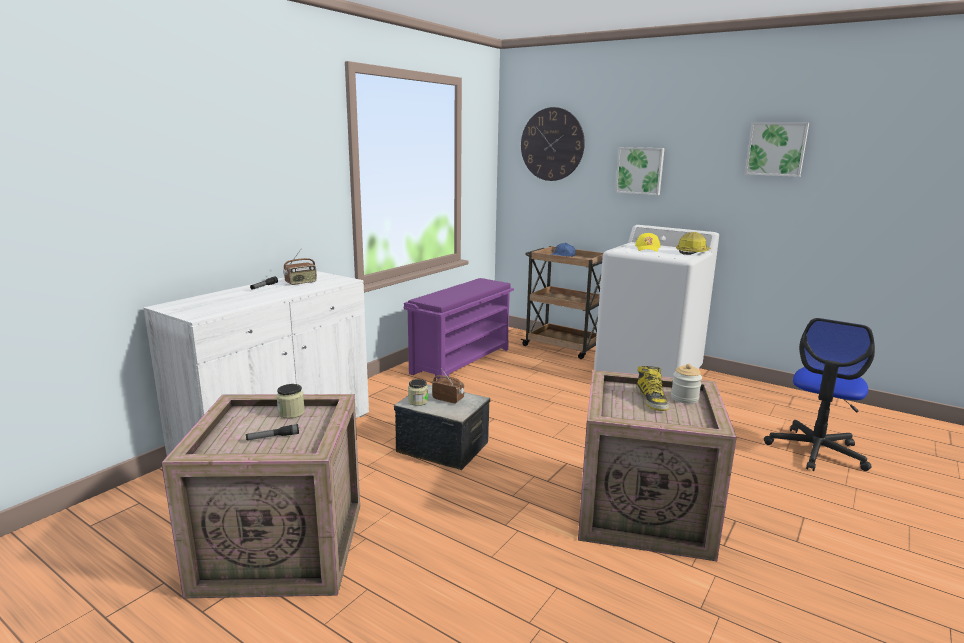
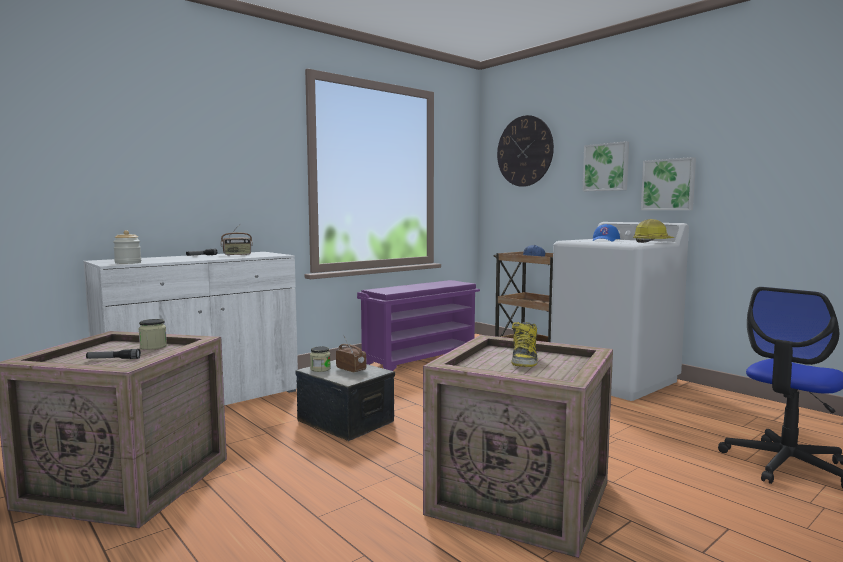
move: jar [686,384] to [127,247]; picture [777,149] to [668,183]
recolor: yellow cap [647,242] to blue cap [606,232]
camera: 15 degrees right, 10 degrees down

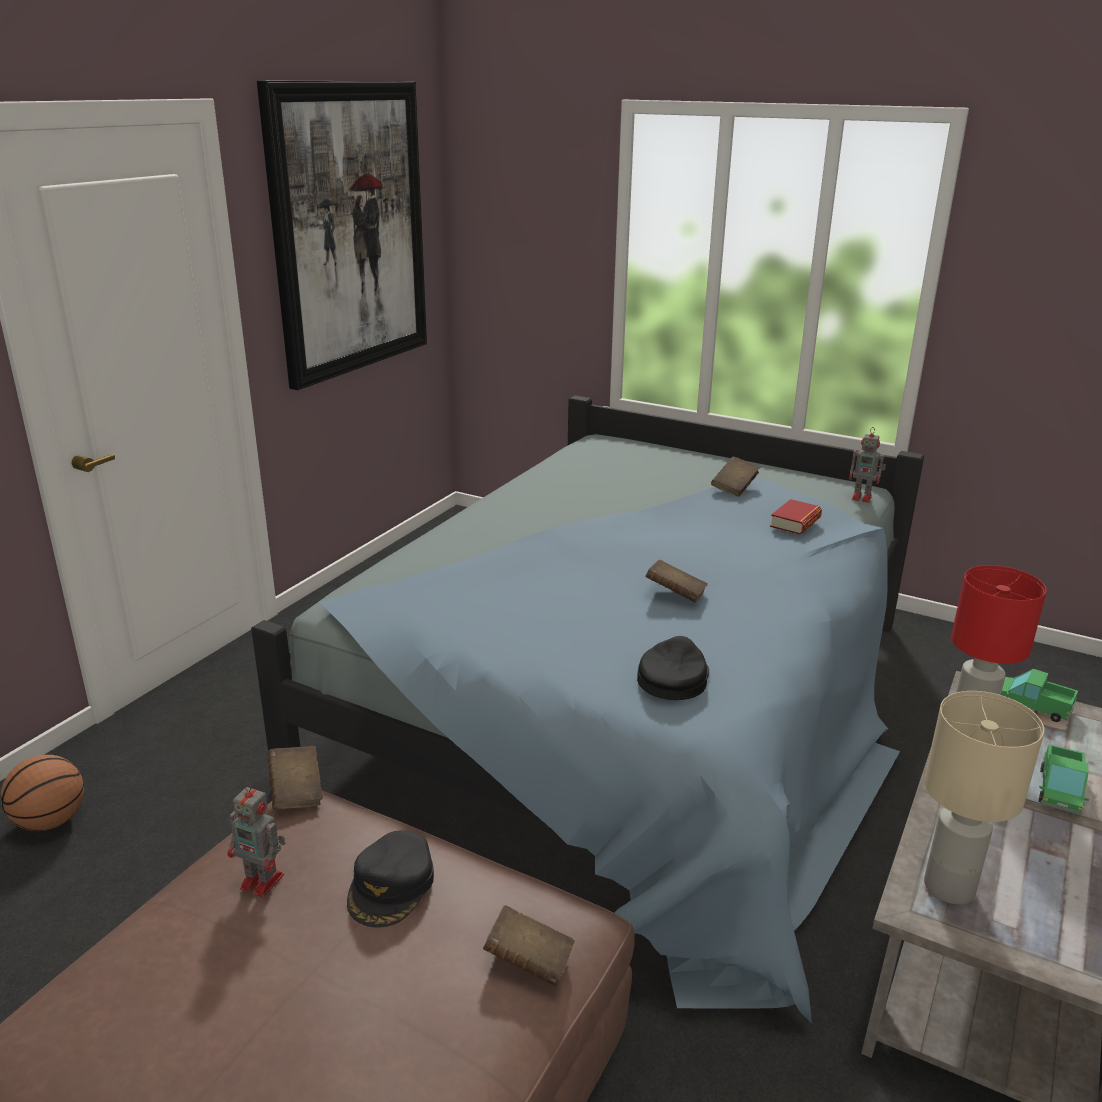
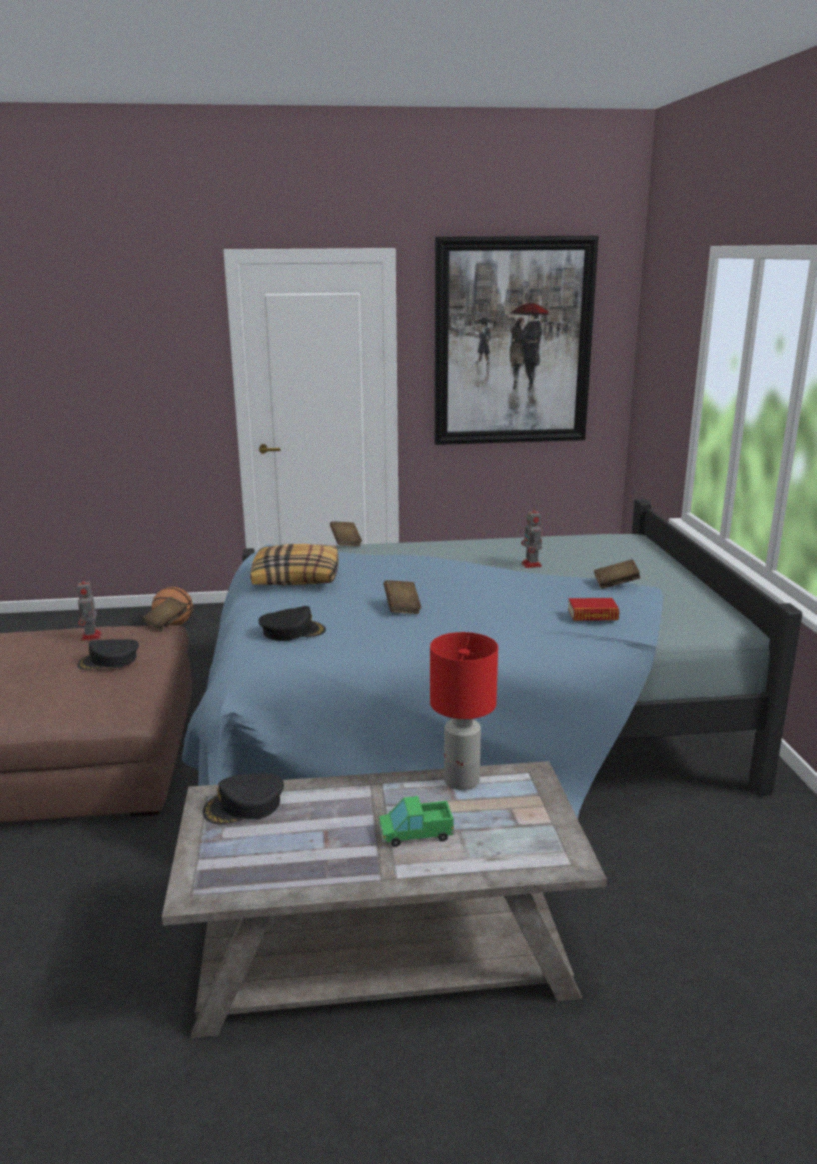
delete: toy truck [1039,695]
insert: pillow [294,564]
move: brown book [529,946] to [346,533]; toy robot [867,465] to [531,536]
replace: beige table lamp [984,797] to black cap [243,798]
camera: 55 degrees right, 5 degrees down

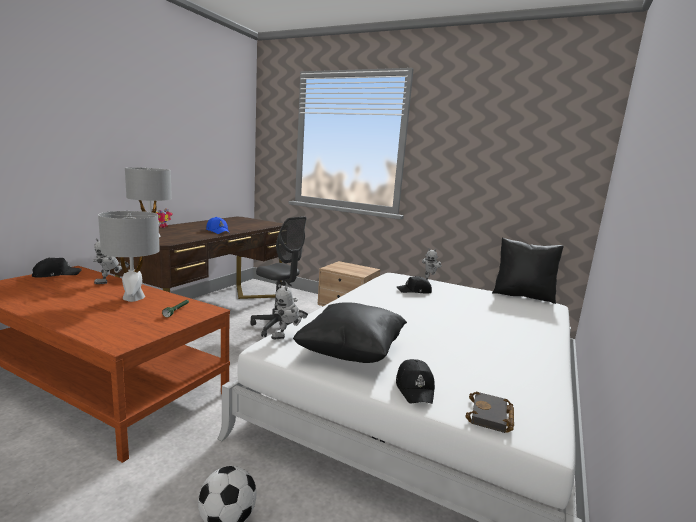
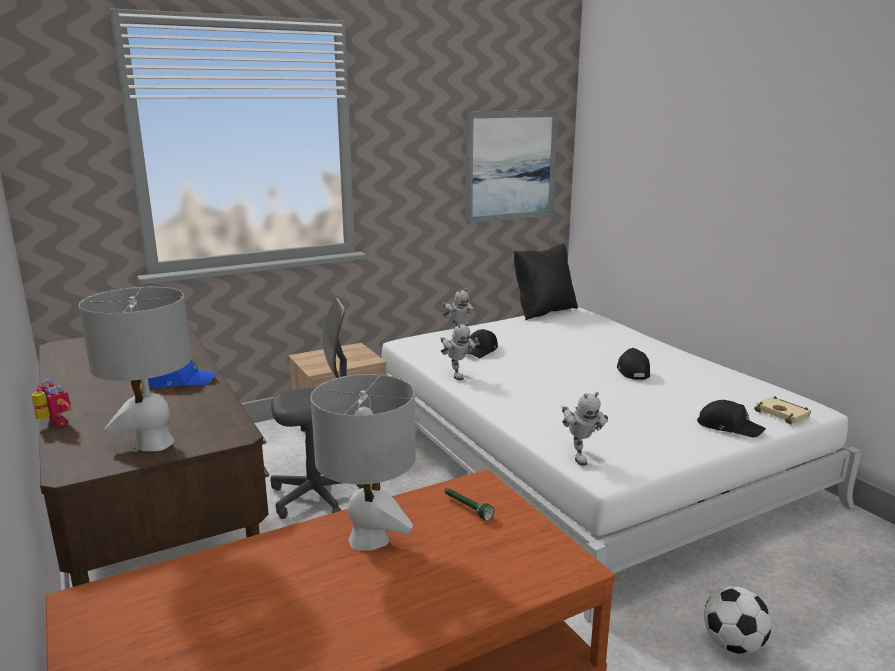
delete: black pillow [350,332]
insert: picture [511,167]
move: toy robot [111,261] to [458,351]; black cap [57,268] to [633,364]
recolor: black book [490,412] to beige book [782,410]
camera: 55 degrees left, 5 degrees up

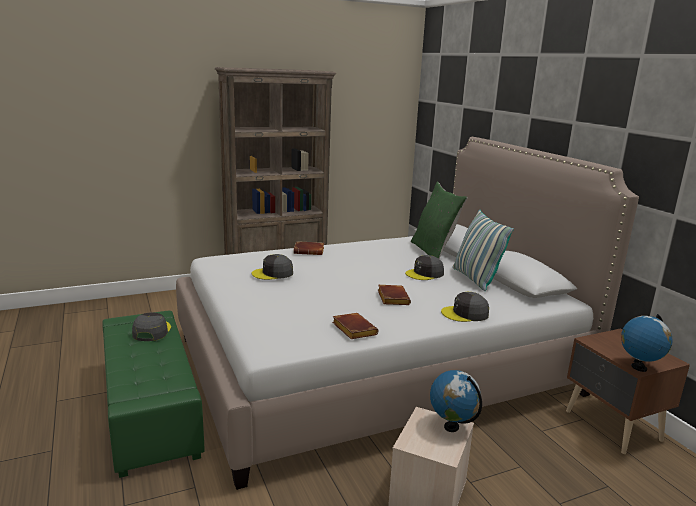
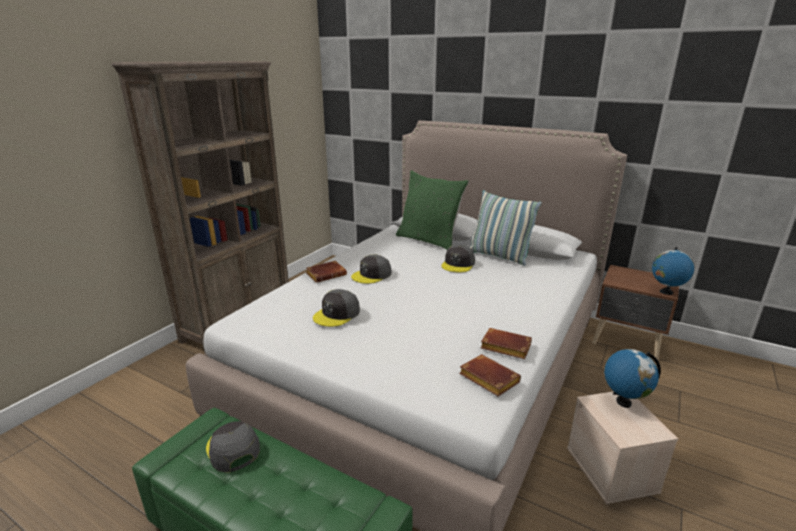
move: grey cap [465,307] to [371,269]; brown book [394,295] to [490,375]
camera: 35 degrees left, 5 degrees up

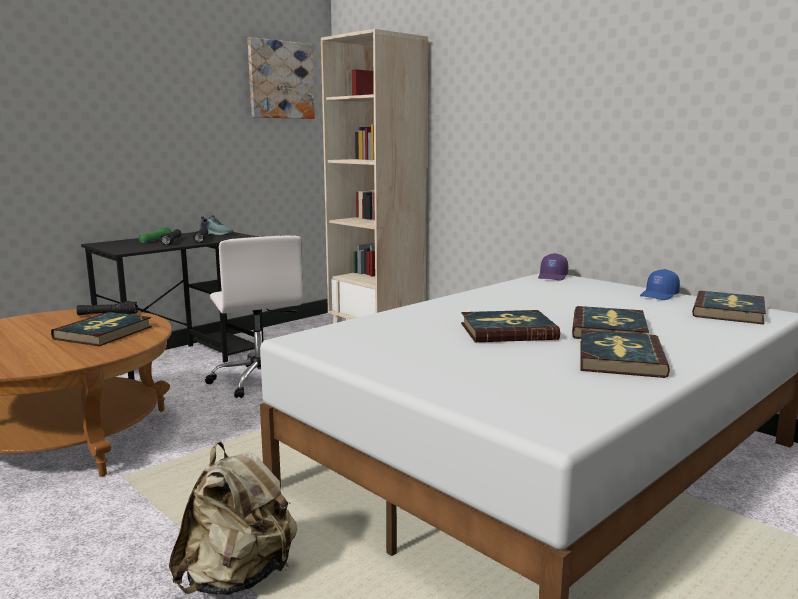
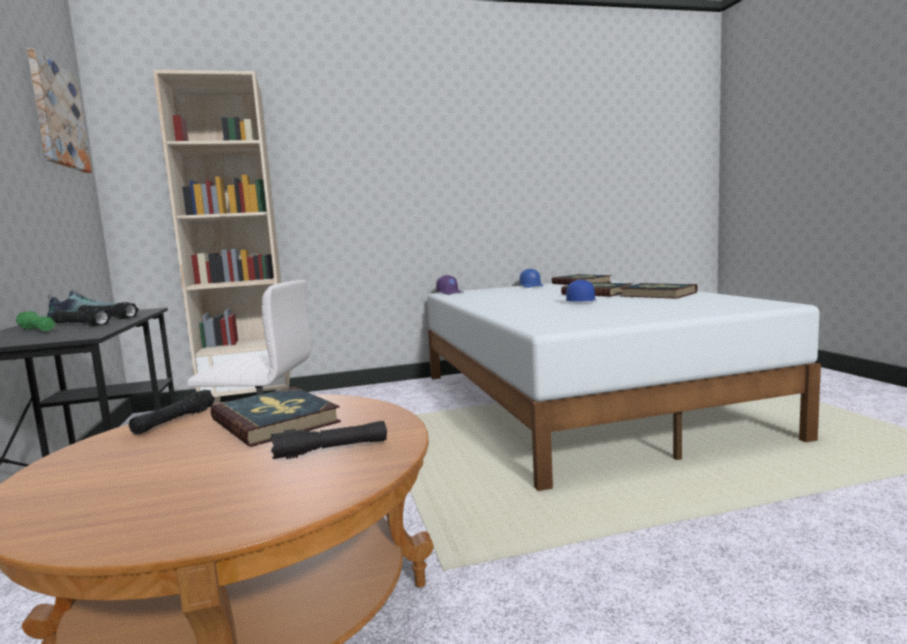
delete: beige backpack [233,518]
insert: black flashlight [328,440]
replace: book [510,326] to blue cap [581,290]
camera: 60 degrees left, 5 degrees down

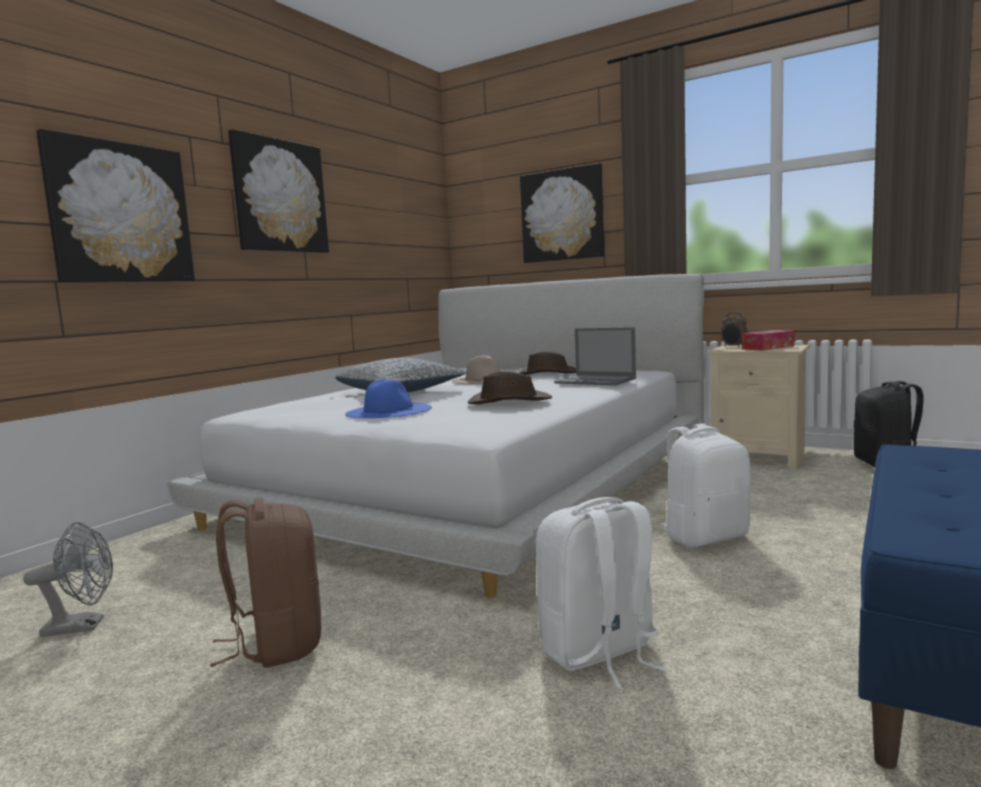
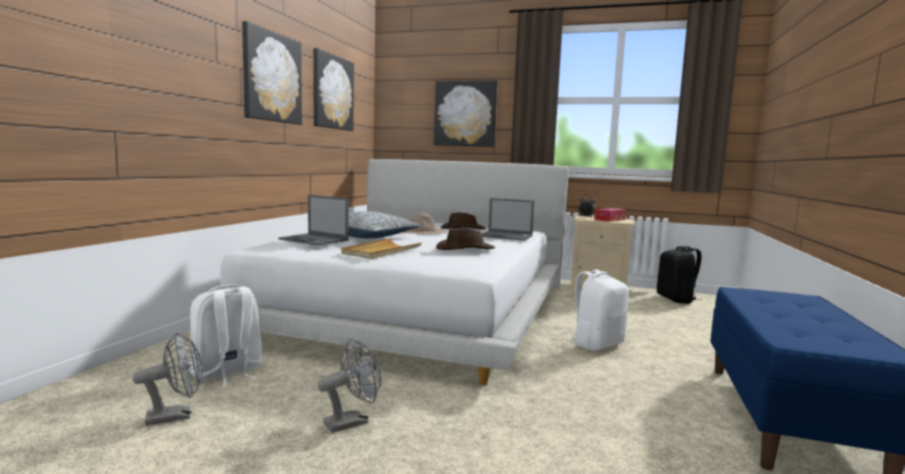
insert: laptop [313,220]
move: white backpack [601,593] to [226,336]; picture [115,205] to [333,89]
replace: brown backpack [266,583] to grey fan [349,385]; blue hat [388,398] to beige tray [381,248]
camera: 15 degrees left, 0 degrees up

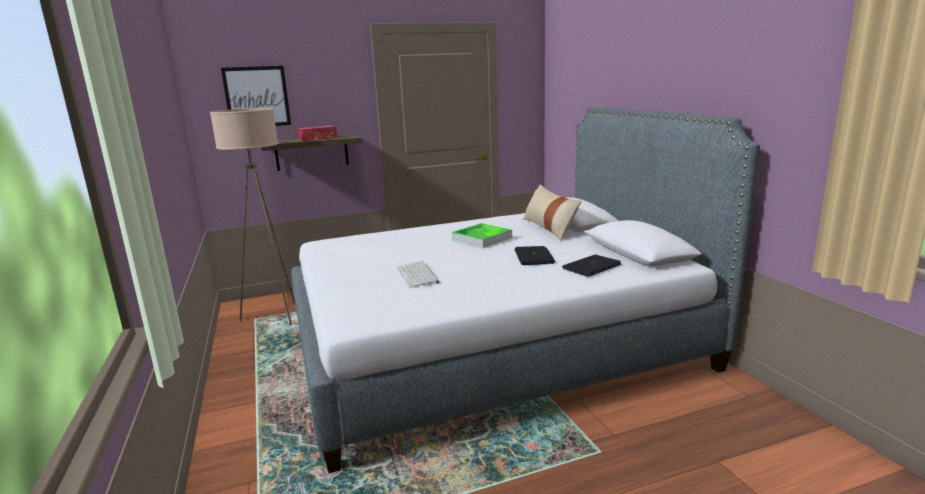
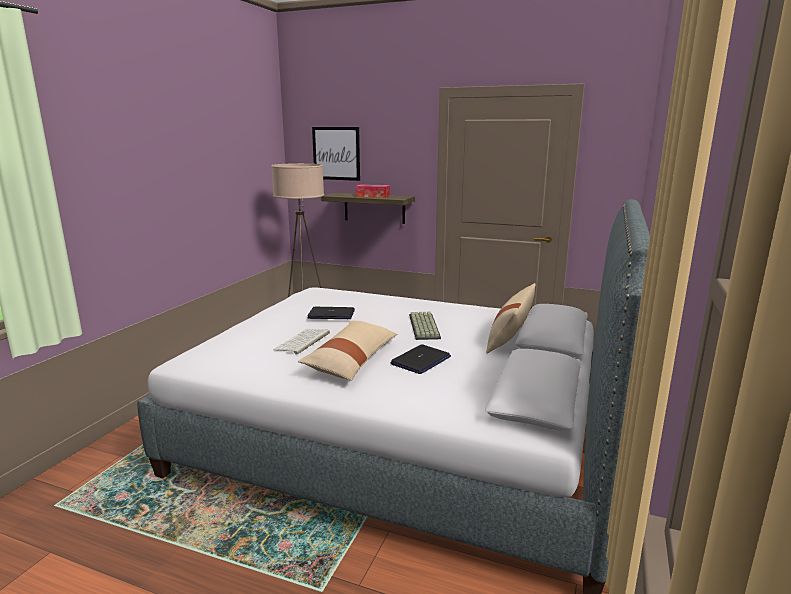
insert: beige pillow [347,350]
move: laptop [592,266] to [331,313]
replace: tray [482,235] to keyboard [425,326]
camera: 40 degrees right, 0 degrees up

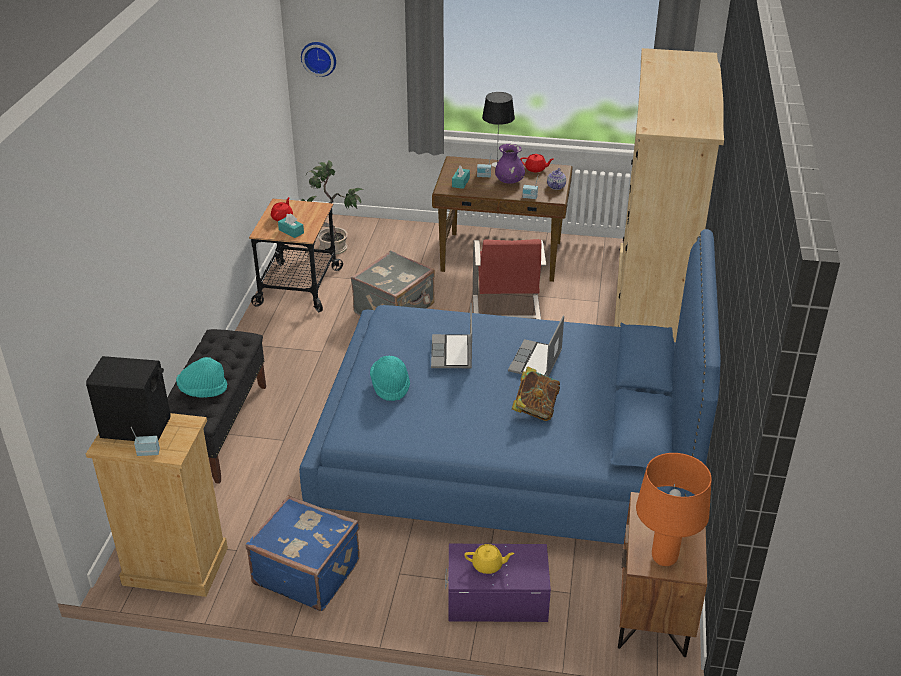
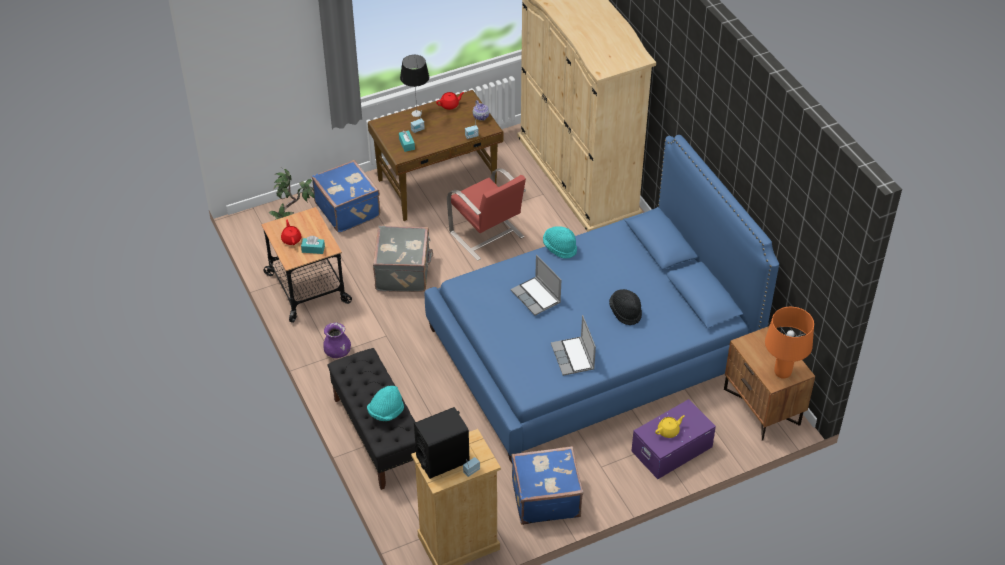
delete: wall clock [318,59]
insert: blue suitcase [346,196]
move: purple vase [510,163] to [337,340]; turquoise hat [390,378] to [560,242]; laptop [536,346] to [573,345]
replace: book [536,394] to black hat [625,307]
camera: 35 degrees left, 10 degrees up

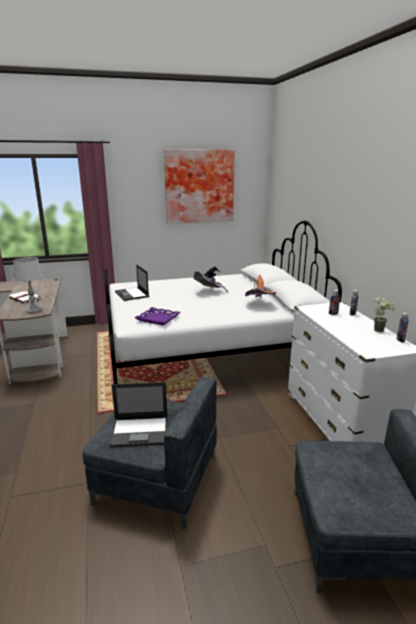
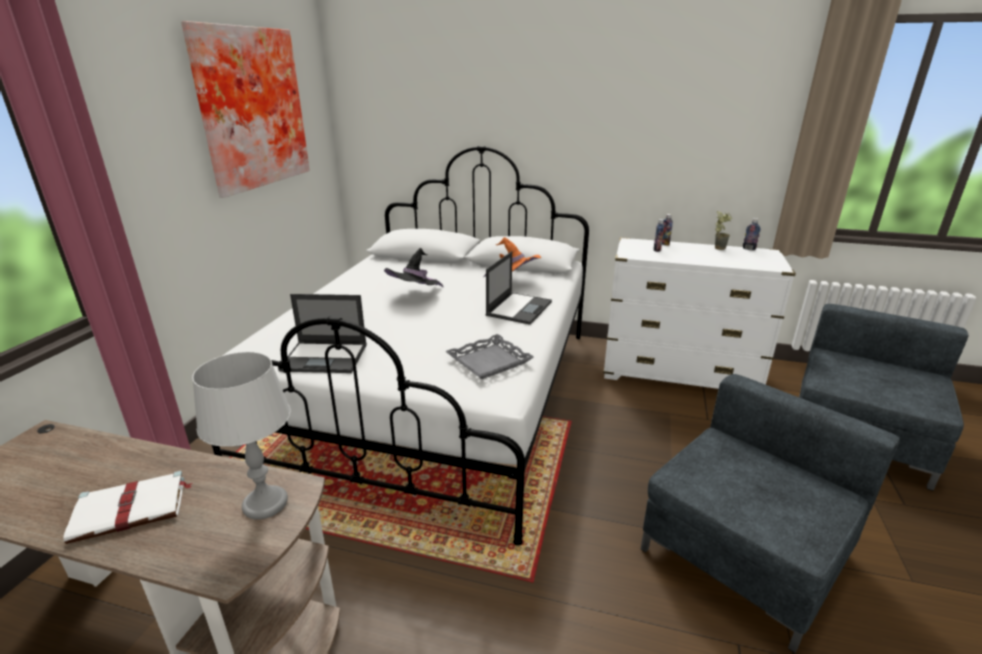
move: laptop [138,415] to [518,288]
recolor: purple tray [158,316] to grey tray [489,356]
camera: 60 degrees left, 5 degrees up

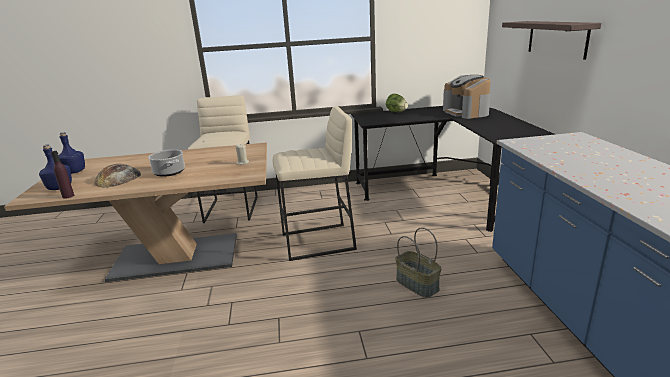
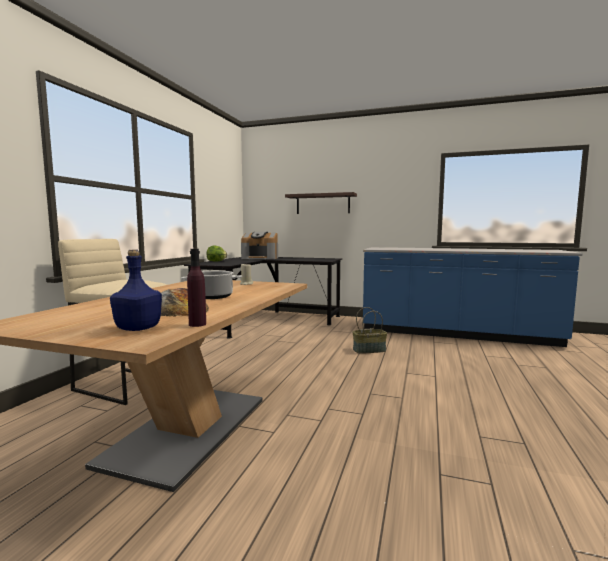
delete: blue bottle [71,153]; beige stool [315,183]
camera: 65 degrees left, 15 degrees down

